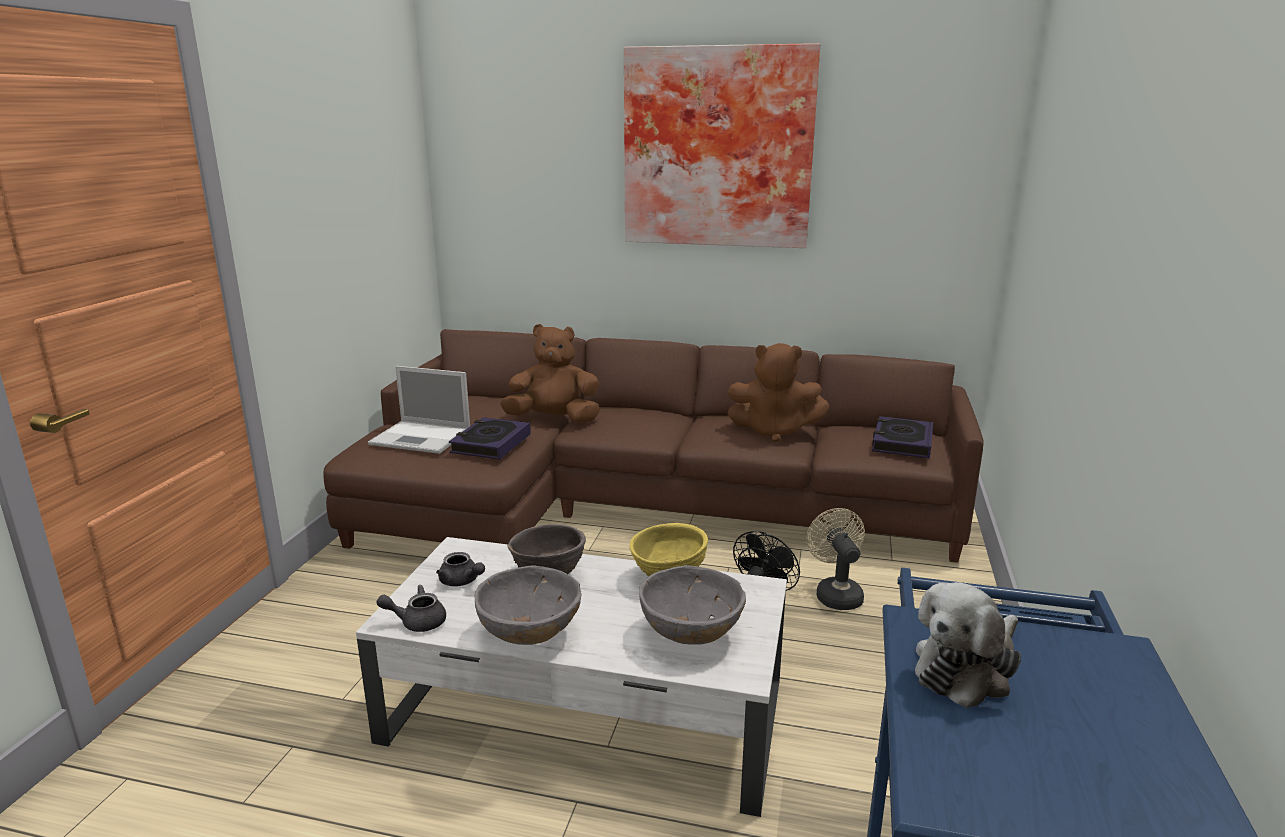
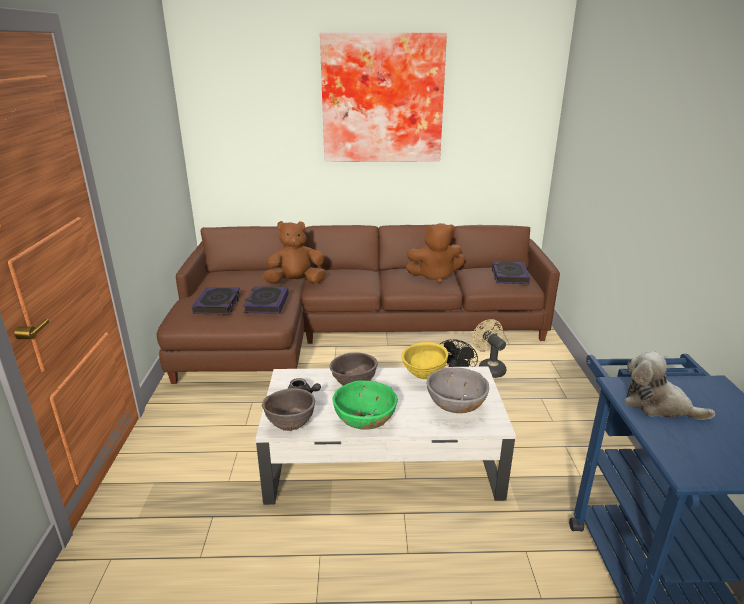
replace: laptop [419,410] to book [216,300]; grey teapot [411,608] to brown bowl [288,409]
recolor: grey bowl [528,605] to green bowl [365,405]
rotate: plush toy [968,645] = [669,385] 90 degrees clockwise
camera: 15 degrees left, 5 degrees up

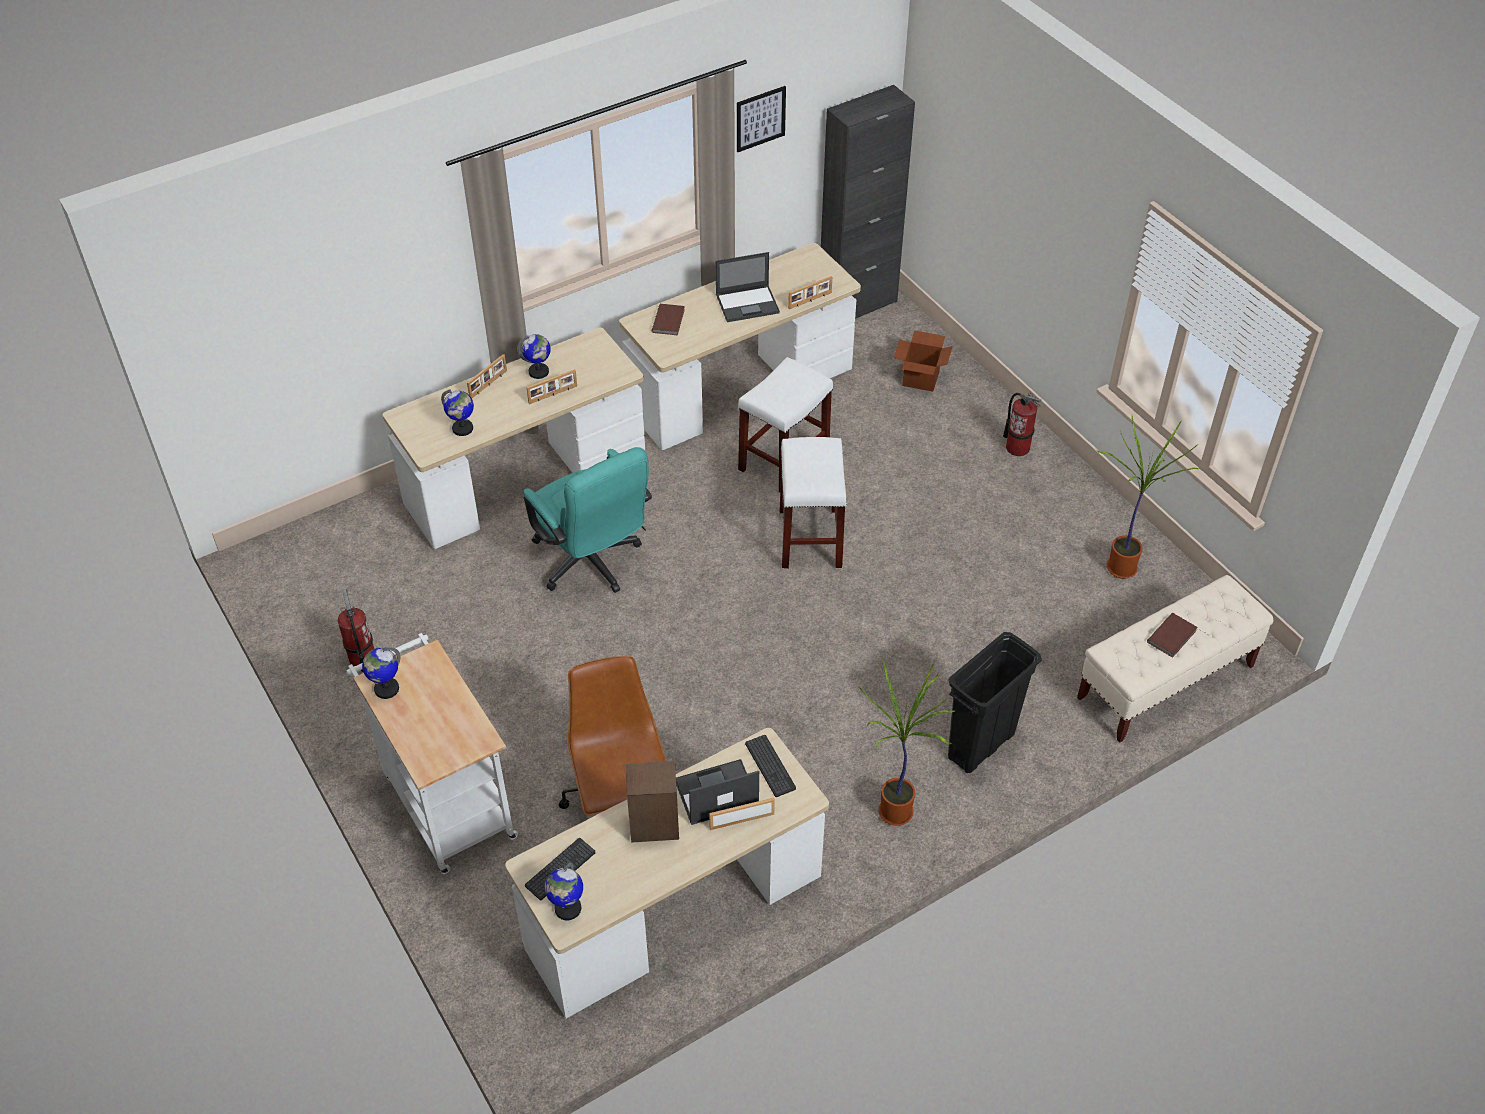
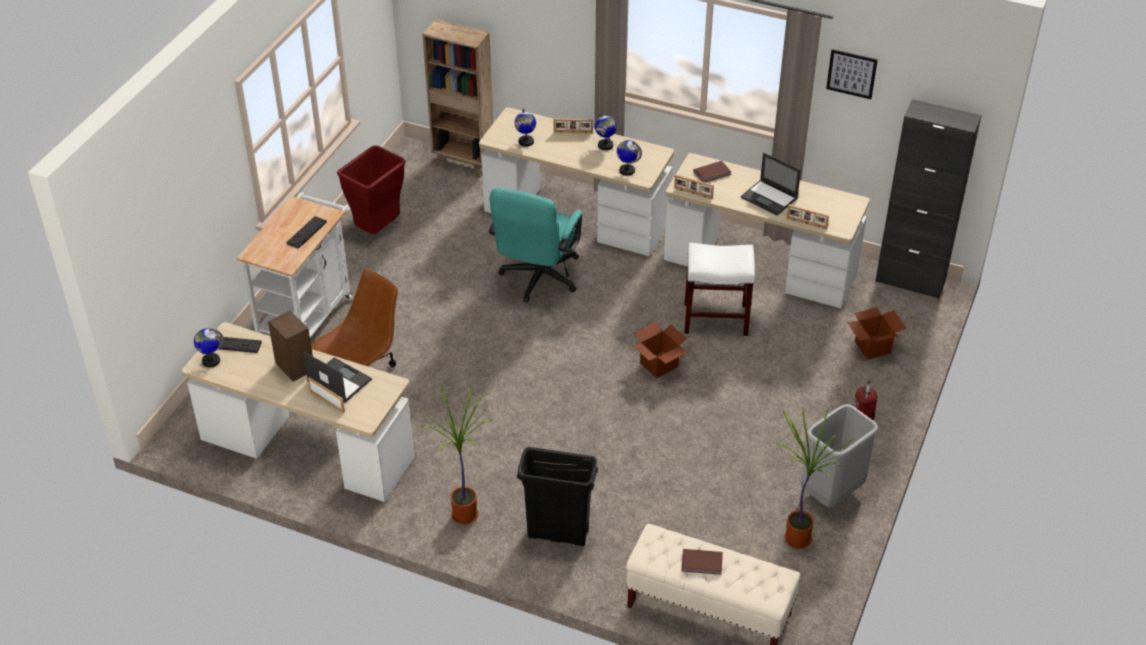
insert: brown bookcase [458,98]; grey trash can [839,455]
move: keyboard [770,766] to [306,232]; globe [381,673] to [629,158]; picture frame [551,386] to [694,186]
replace: fire extinguisher [356,630] to red trash can [371,190]; white stool [813,503] to cardboard box [660,350]
camera: 55 degrees right, 5 degrees down

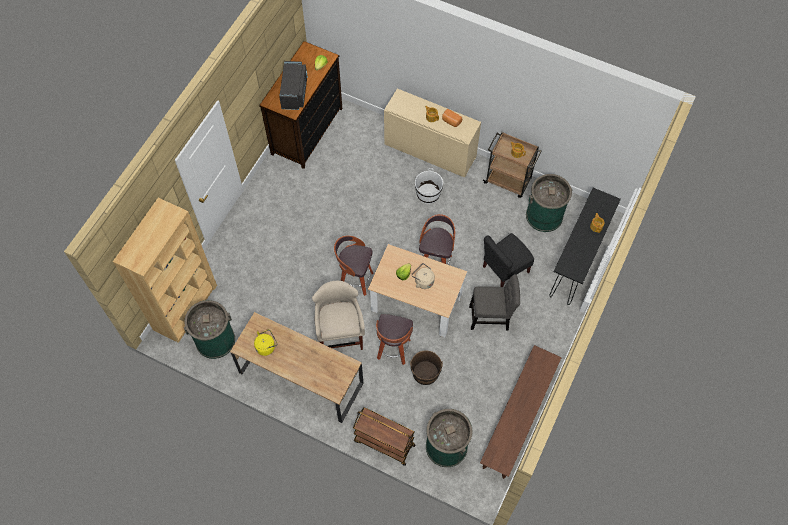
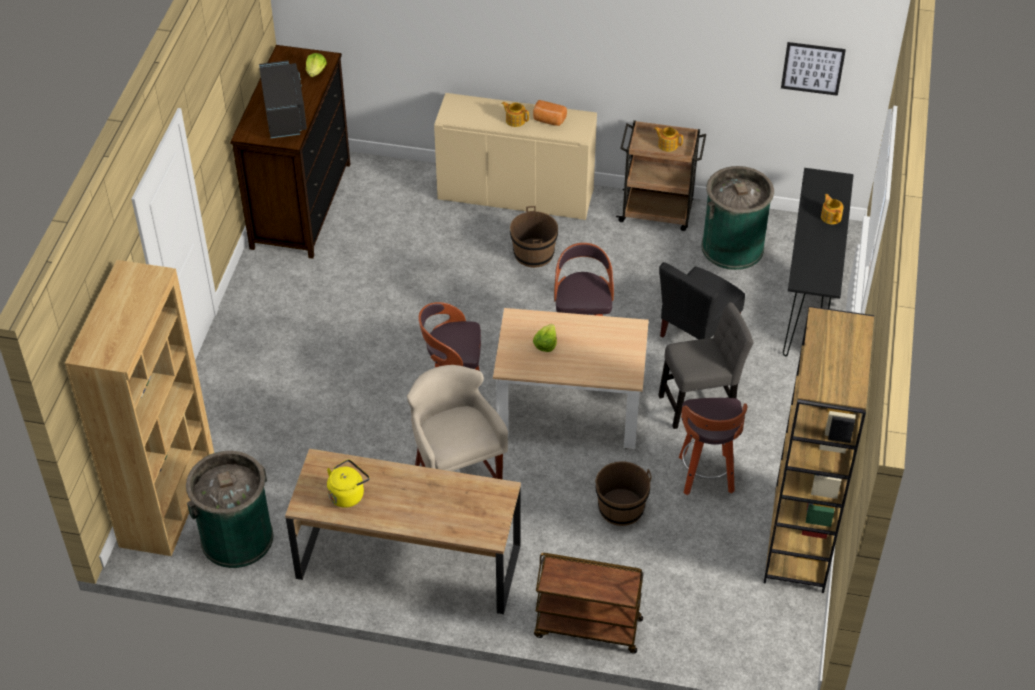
delete: beige kettle [423,276]; green trash can [449,438]
insert: picture [813,69]
move: stool [394,339] to [713,446]
replace: brown bench [521,412] to brown bookcase [819,449]
recolor: white bucket [429,186] to brown bucket [534,237]
camera: 15 degrees left, 15 degrees down

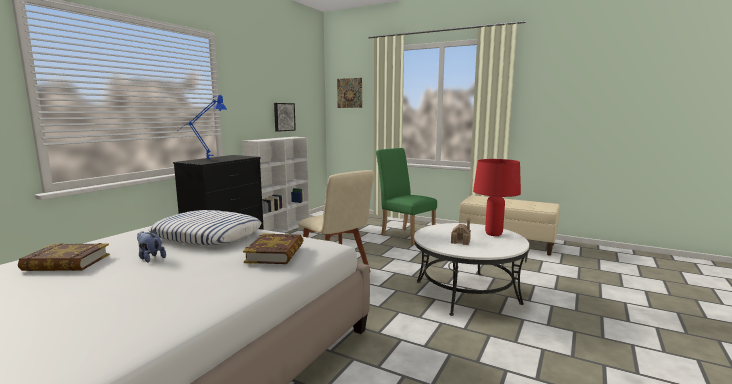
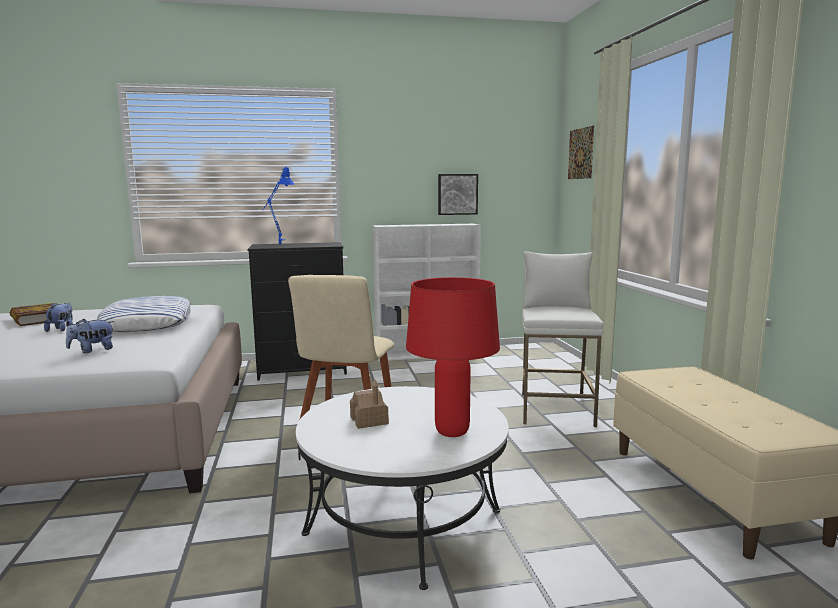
replace: book [273,248] to plush toy [90,336]; green chair [406,196] to white stool [563,339]
camera: 50 degrees right, 0 degrees up

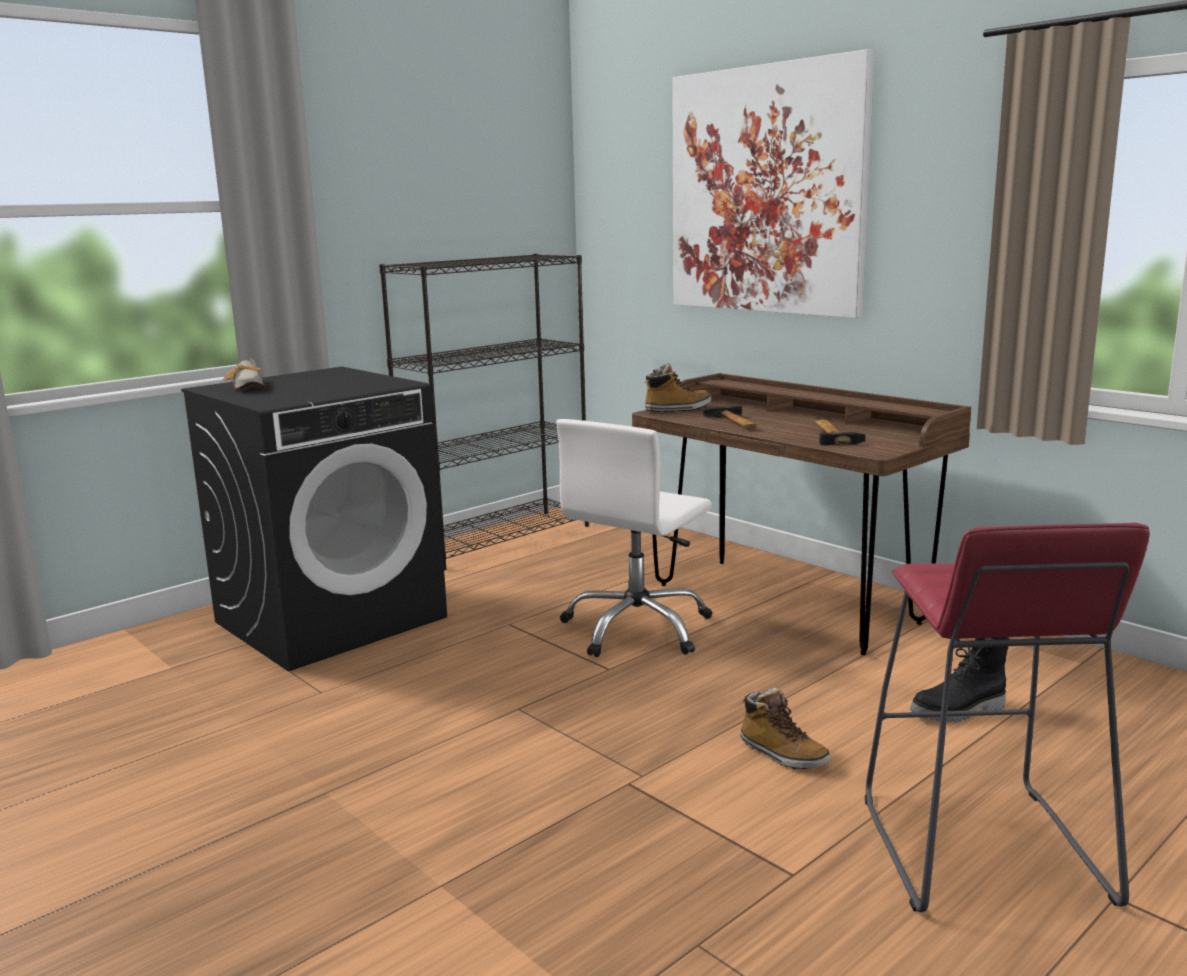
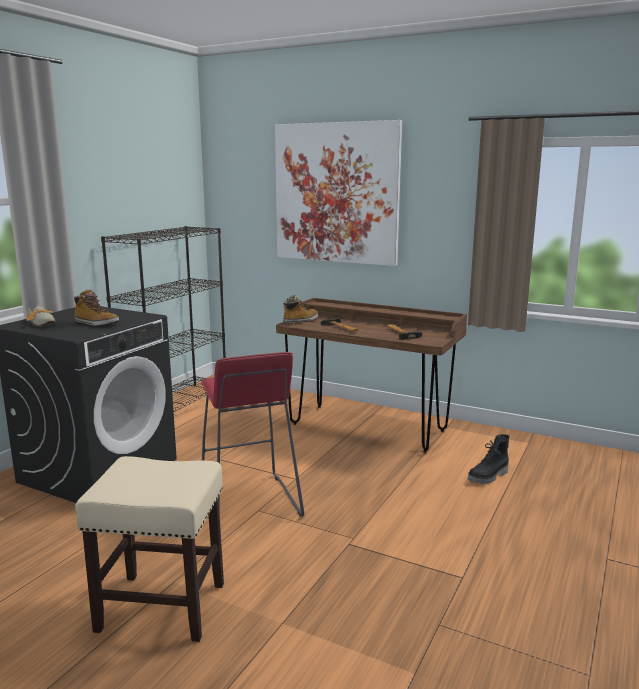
delete: white office chair [634,538]
insert: beige stool [149,549]
move: boot [785,728] to [96,307]; red stool [1007,717] to [252,434]
camera: 20 degrees left, 0 degrees up

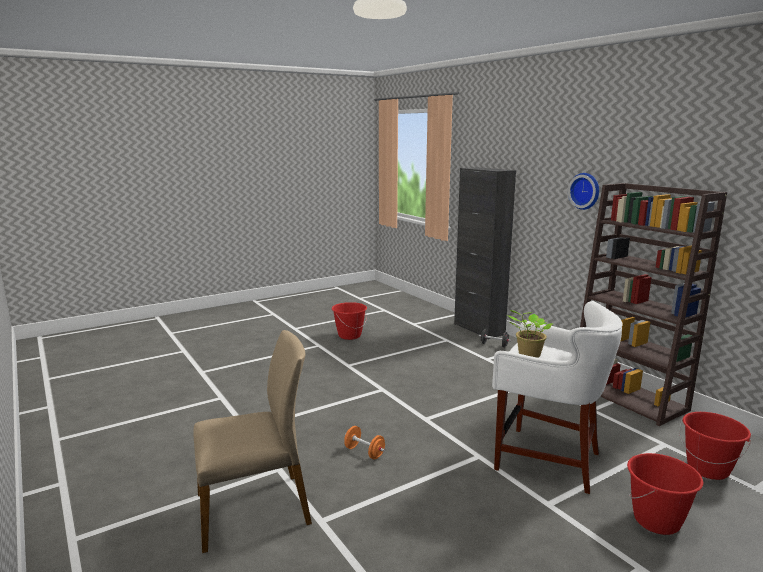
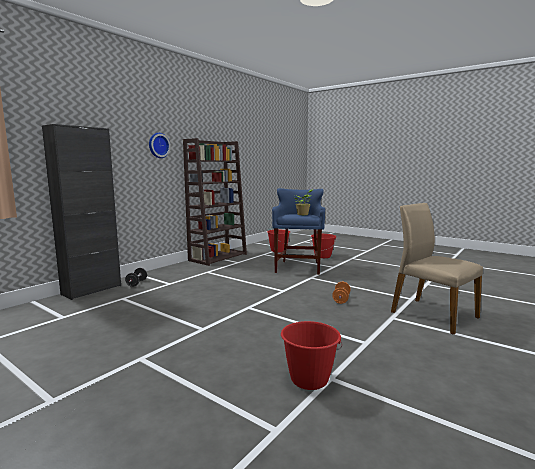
move: red bucket [349,321] to [311,355]
recolor: white stool [557,397] to blue stool [298,231]
camera: 110 degrees left, 5 degrees down

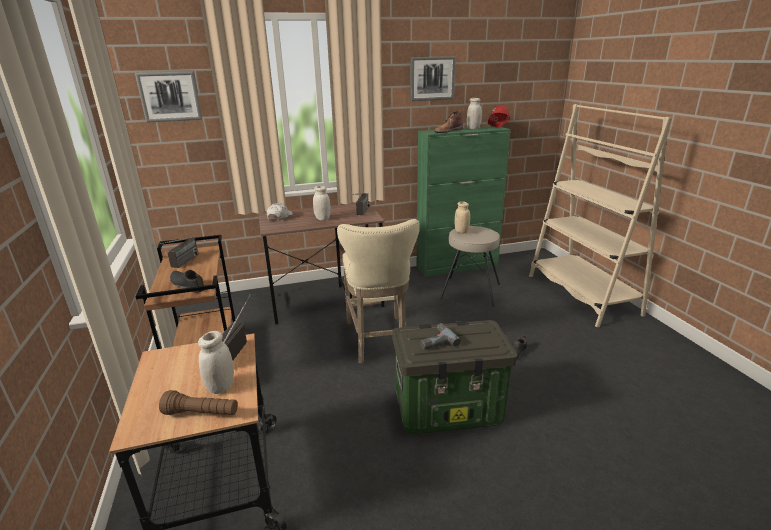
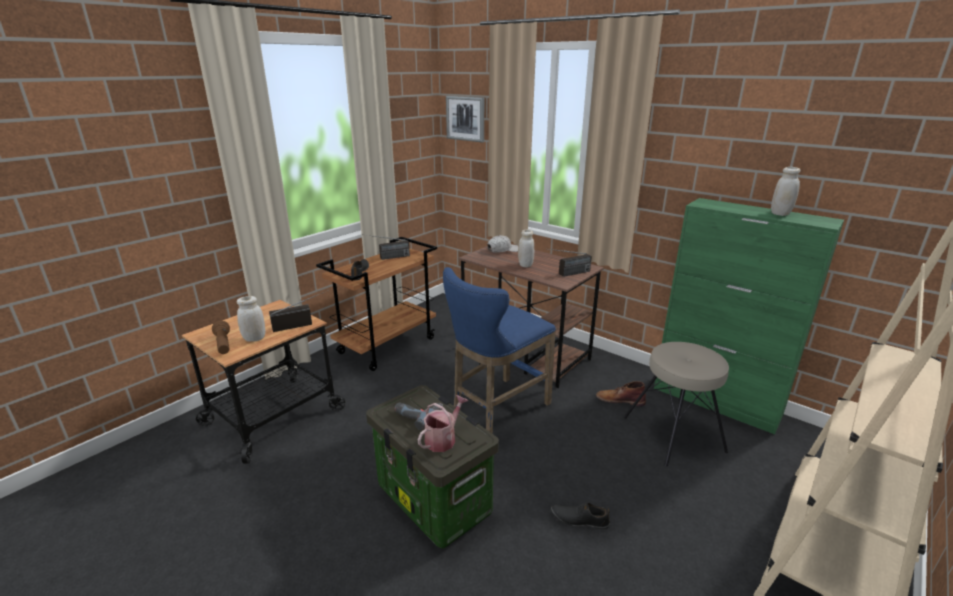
delete: picture [433,78]; beige jar [462,217]; red hard hat [498,117]
insert: watering can [443,423]
move: brown boot [448,122] to [621,393]
recolor: beige stool [378,291] to blue stool [499,350]
camera: 55 degrees right, 0 degrees up

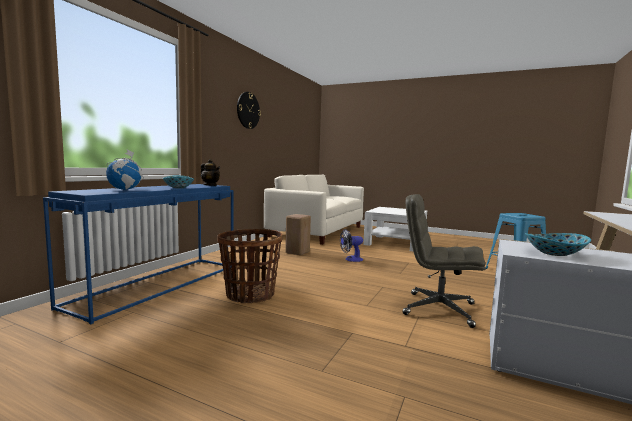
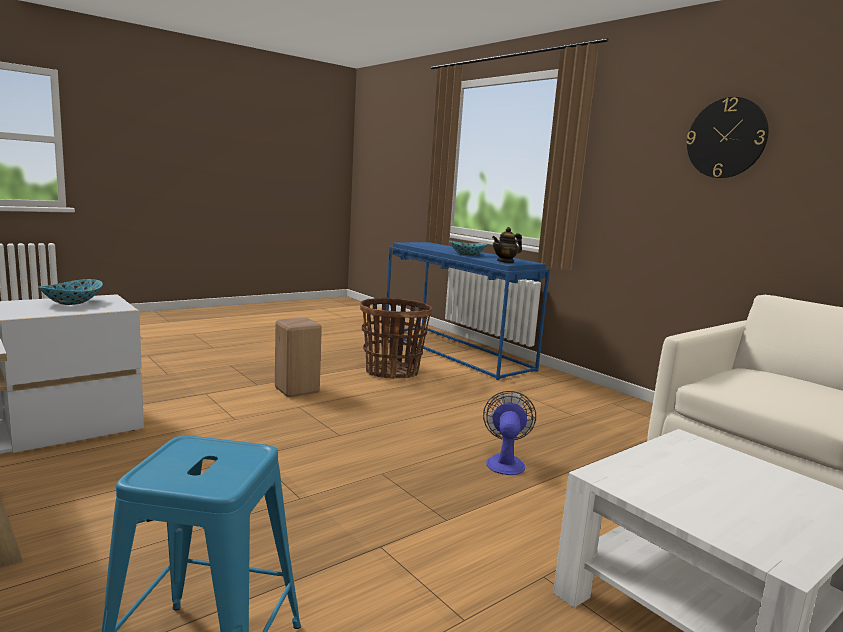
delete: globe [125,170]; grey office chair [444,261]
move: beige stool [298,234] to [298,357]
camera: 115 degrees right, 5 degrees up

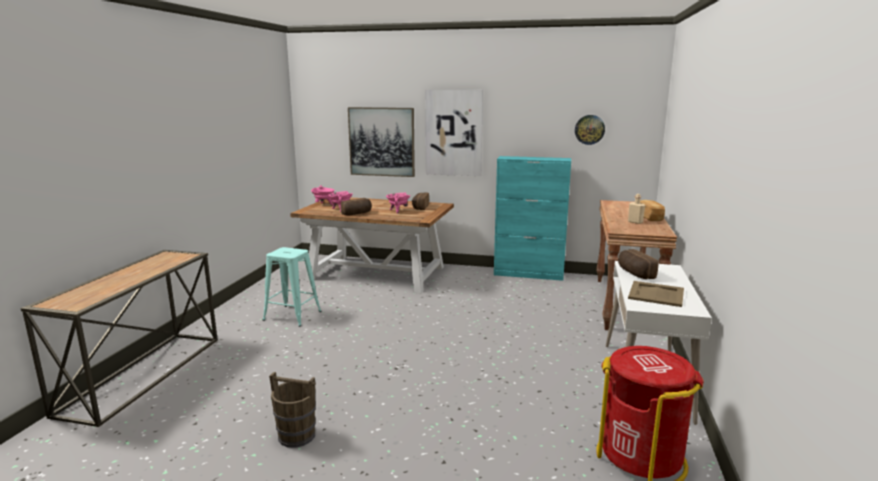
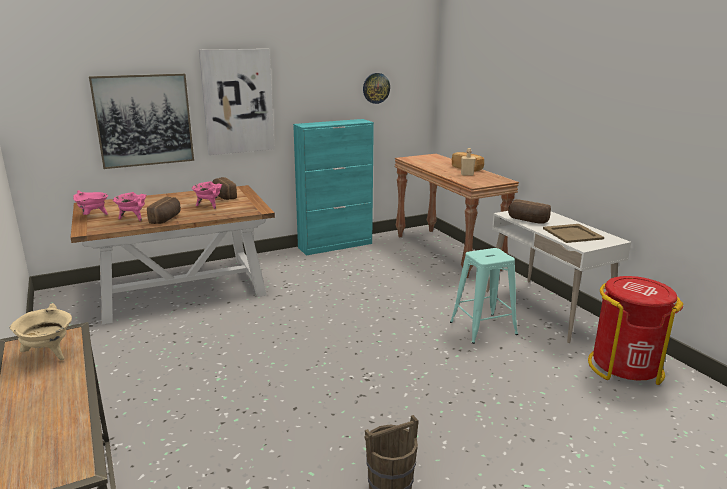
insert: beige cooking pot [40,331]
move: turquoise stool [292,287] to [484,296]
camera: 40 degrees left, 5 degrees up

